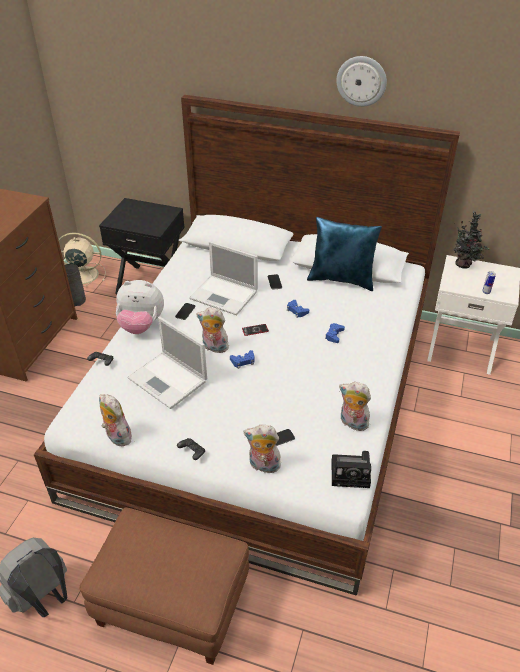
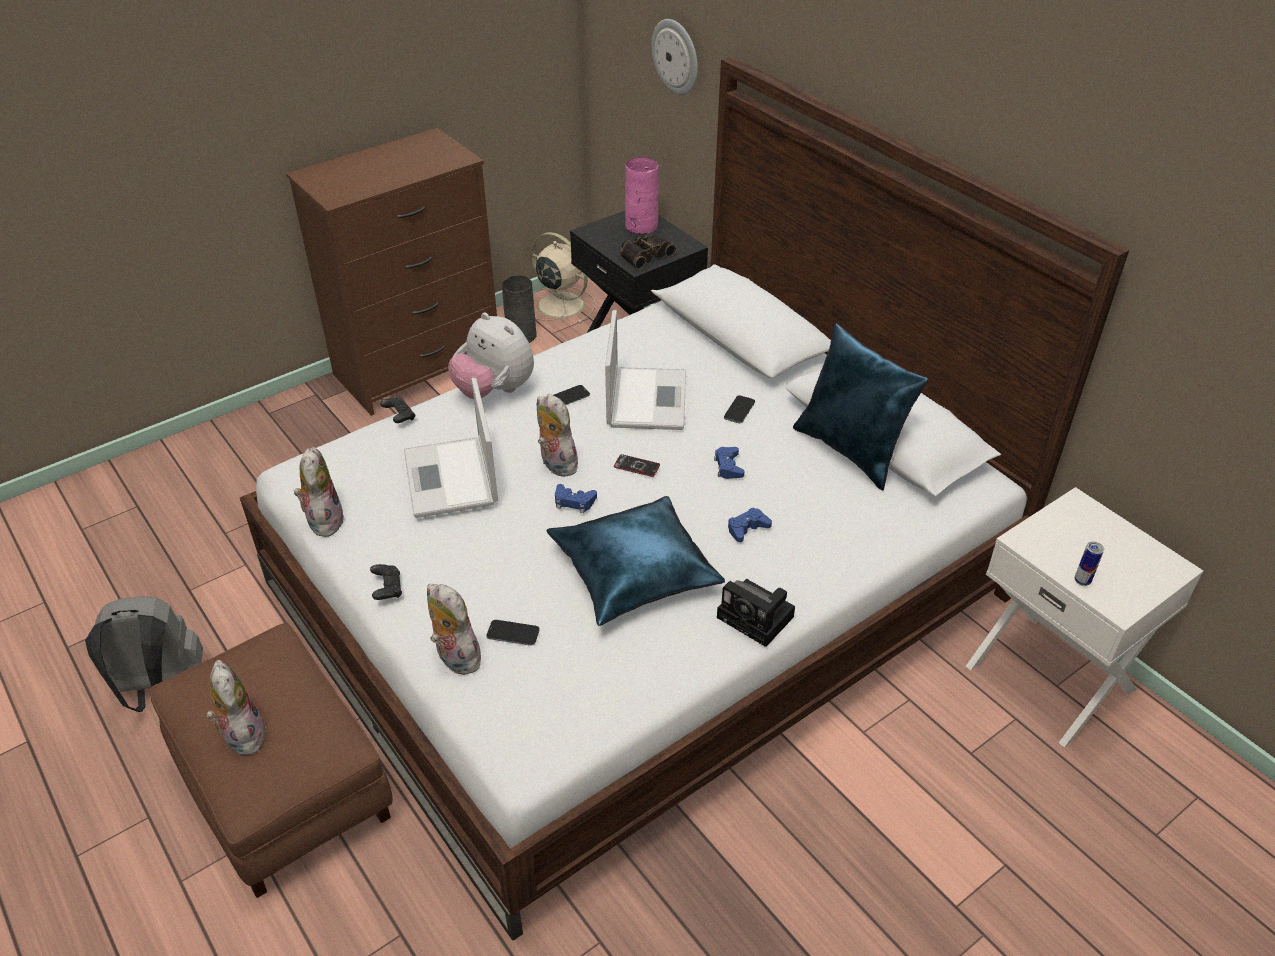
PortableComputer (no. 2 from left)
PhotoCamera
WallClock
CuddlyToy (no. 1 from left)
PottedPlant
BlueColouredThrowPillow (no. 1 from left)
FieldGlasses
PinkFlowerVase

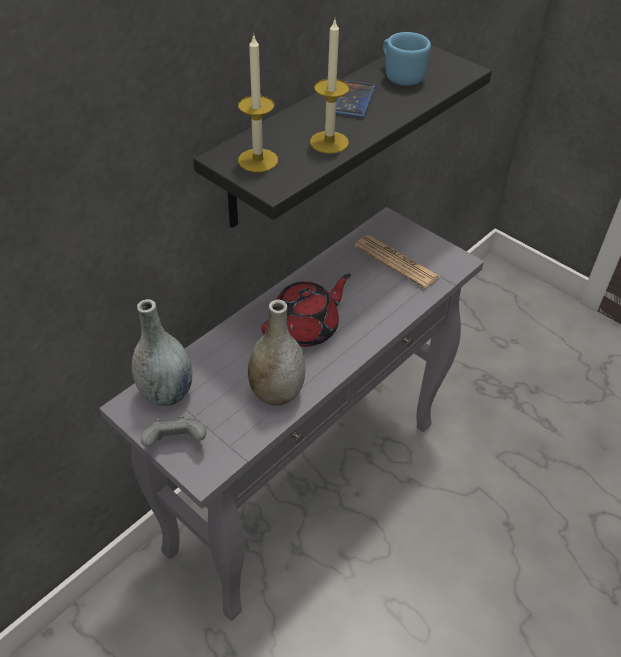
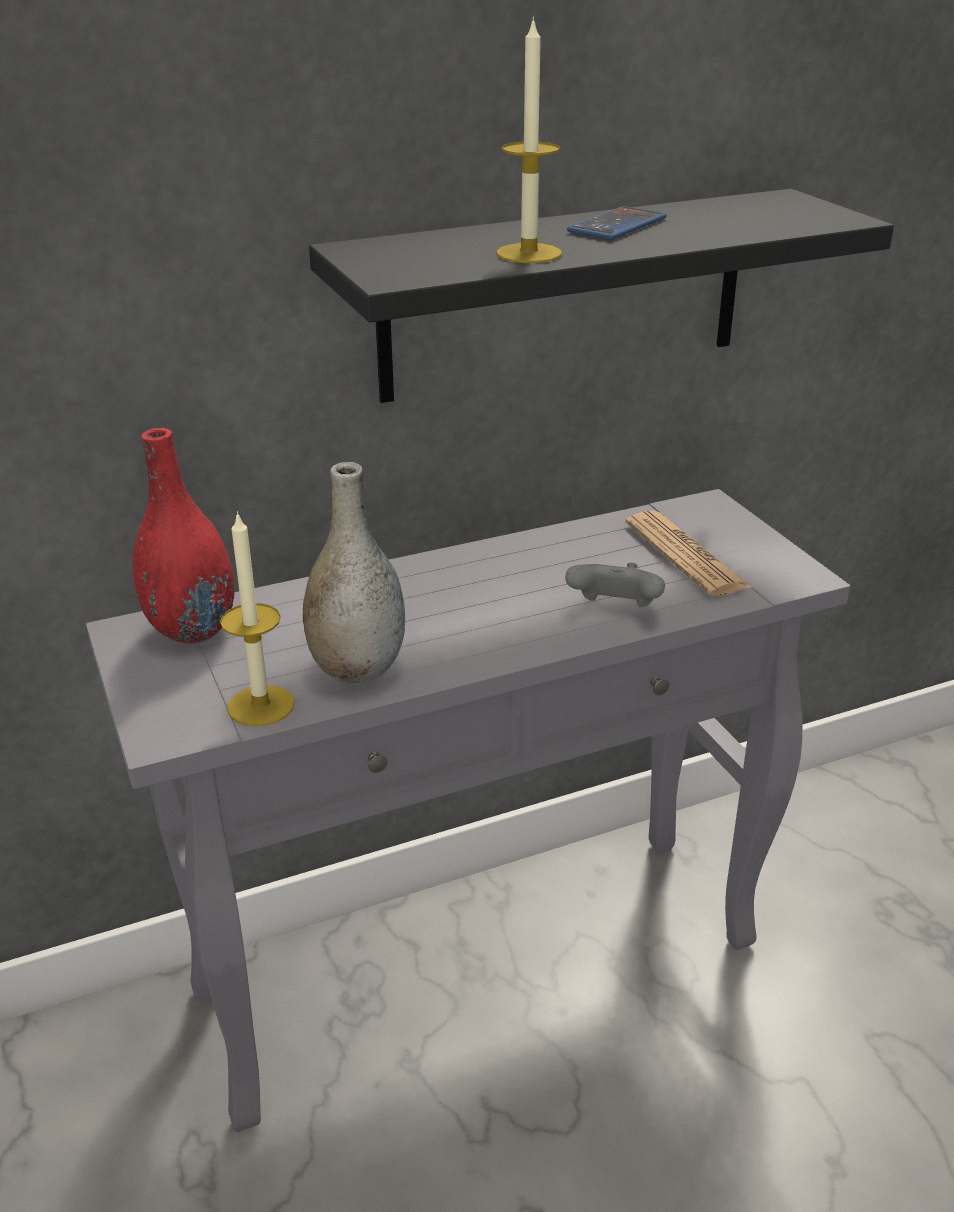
ReddishFlowerVase
GrayGameController
WaxCandle (no. 1 from left)
ReddishTeaPot
BlueColouredTeaMug

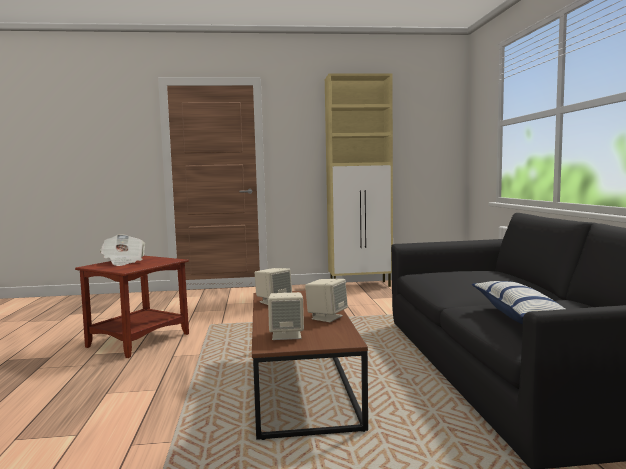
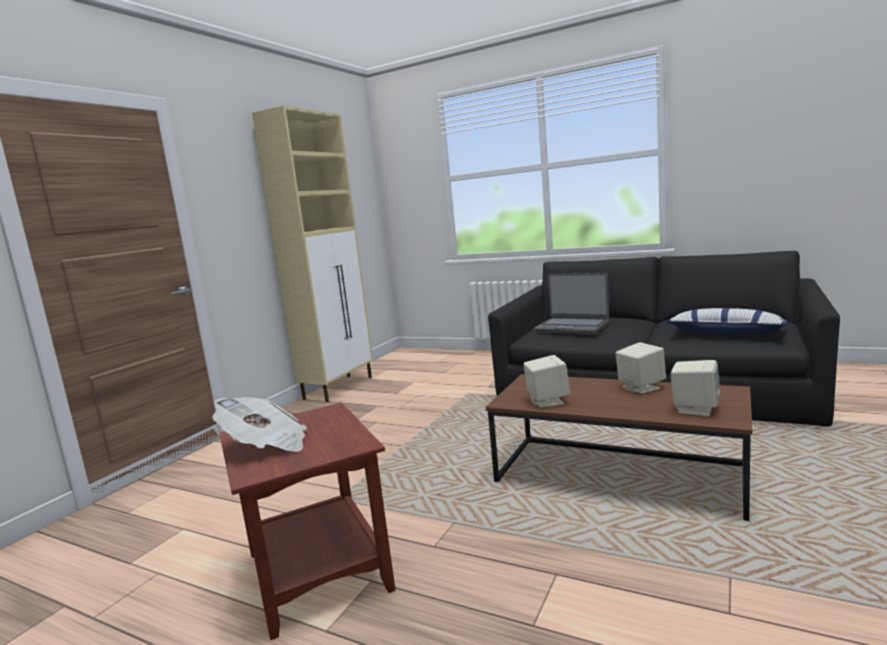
PortableComputer

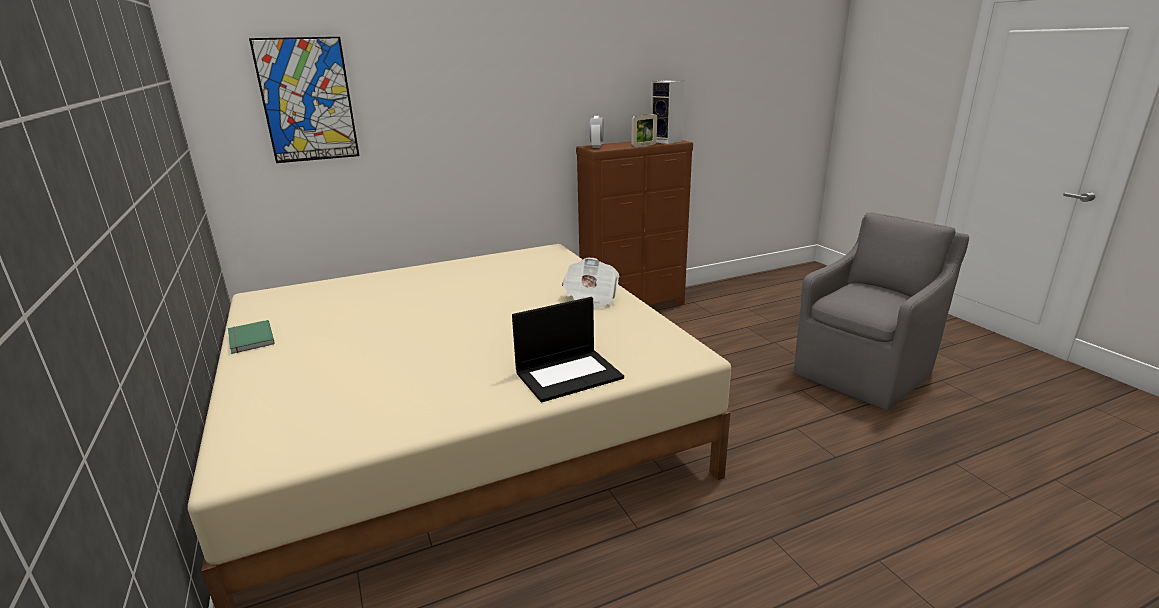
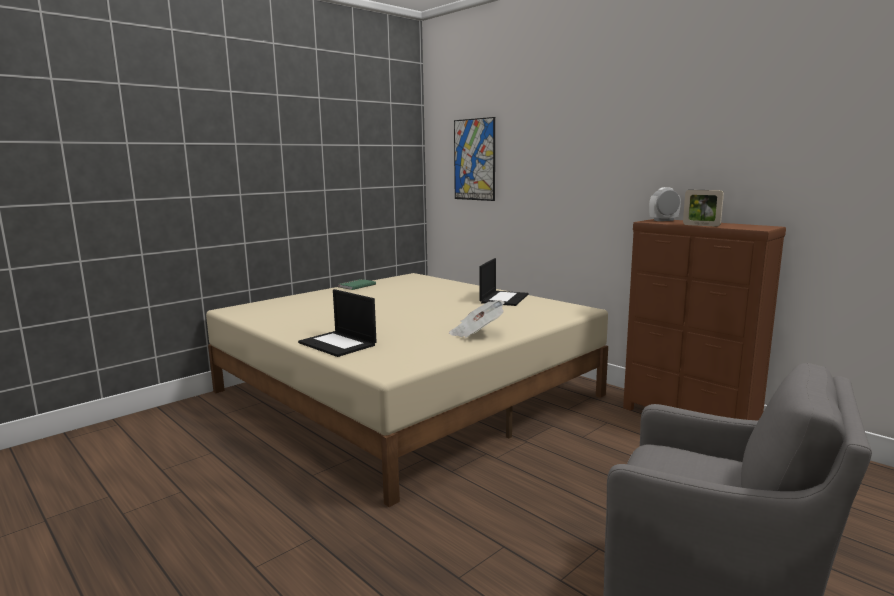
AudioSpeaker
PortableComputer (no. 2 from left)

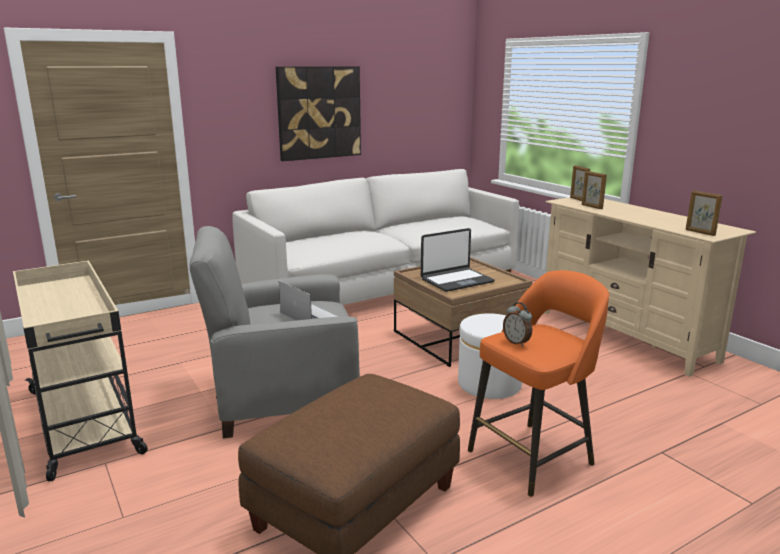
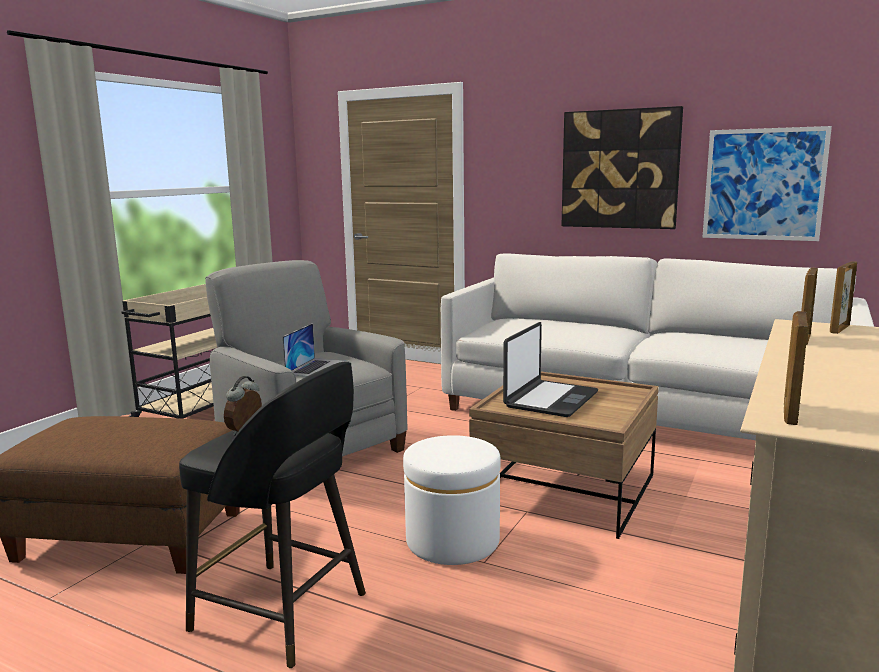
PortableComputer (no. 2 from left)
BlackishStool
WallArt (no. 2 from left)

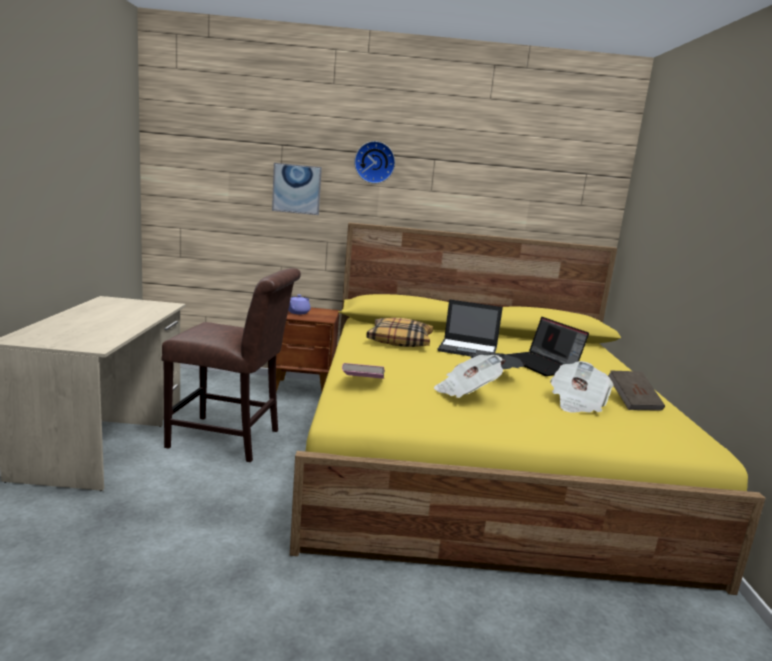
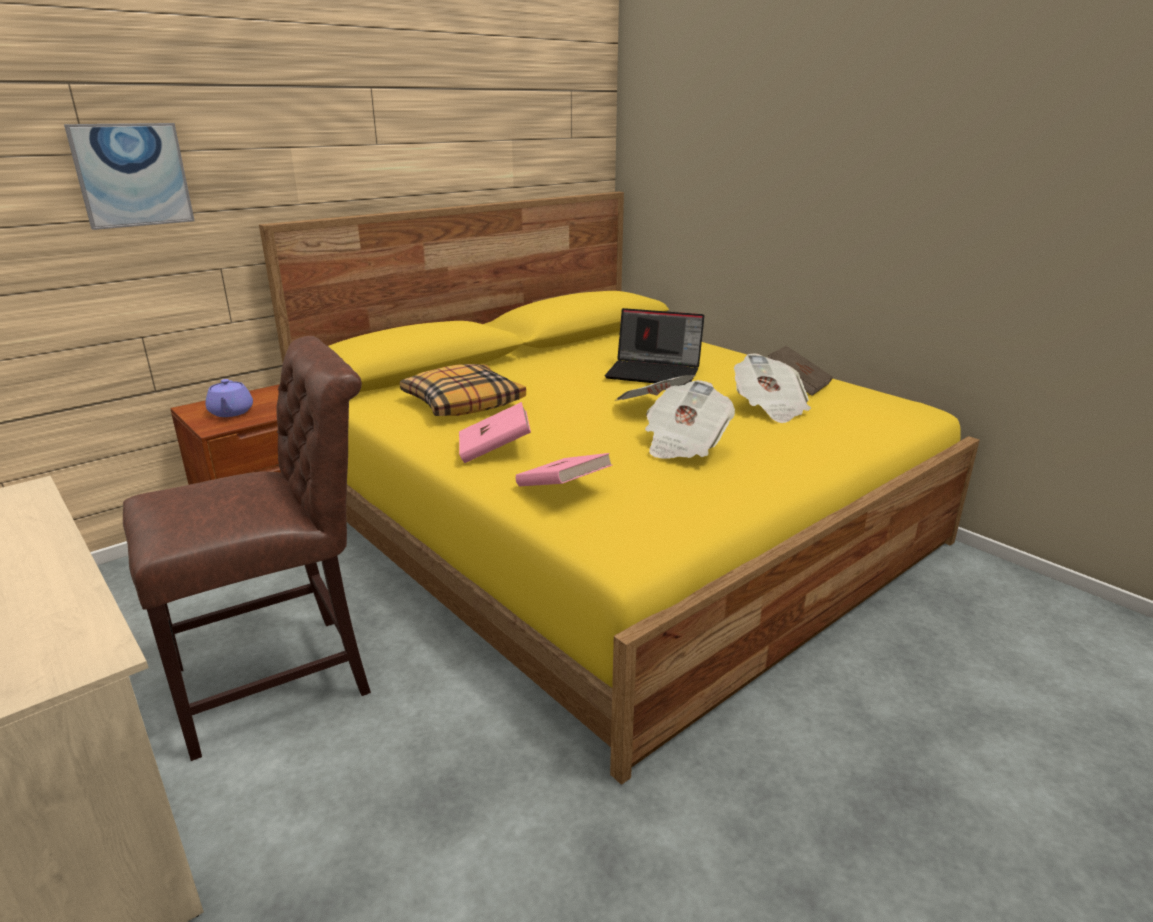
WallClock
PortableComputer (no. 1 from left in the first image)
PinkVolume (no. 1 from left)

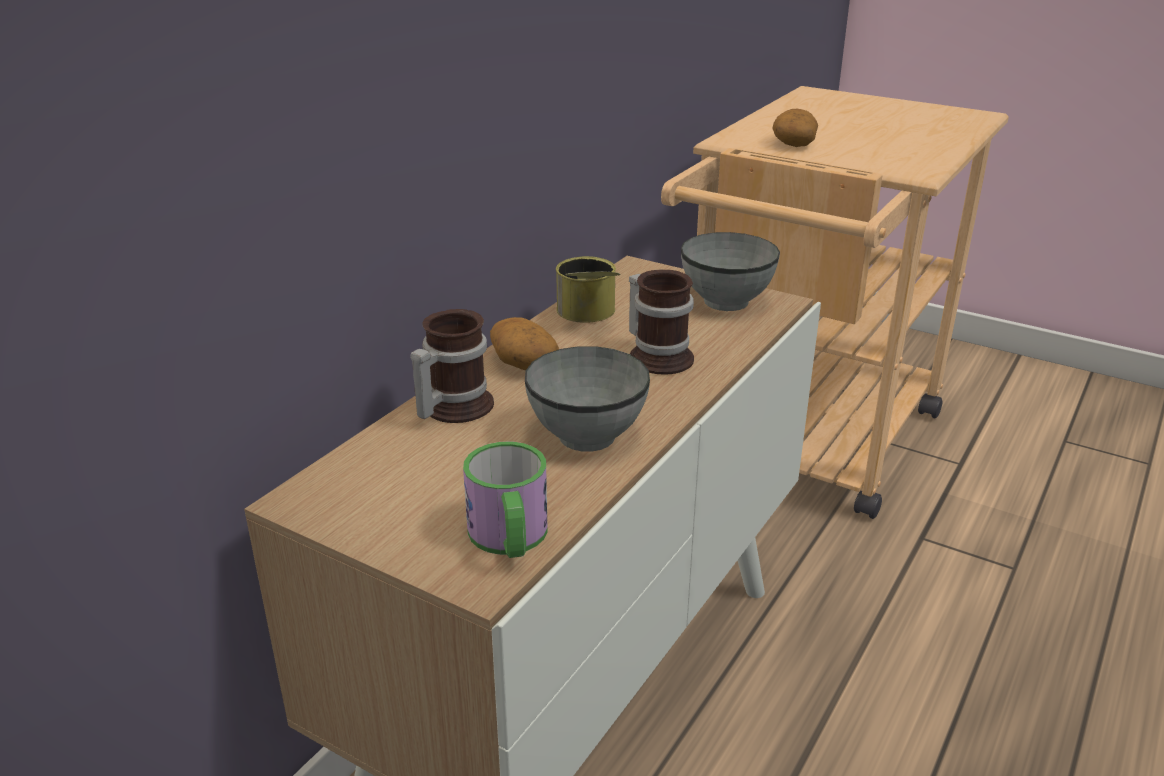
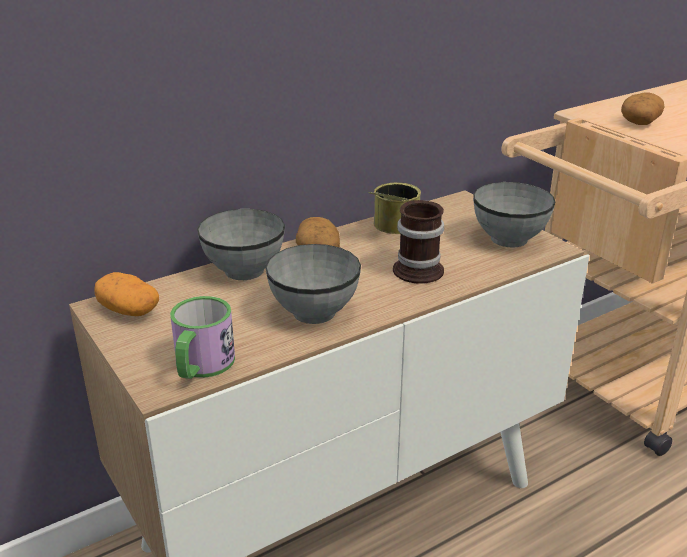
GrayBowl (no. 1 from left)
Spud (no. 1 from left)

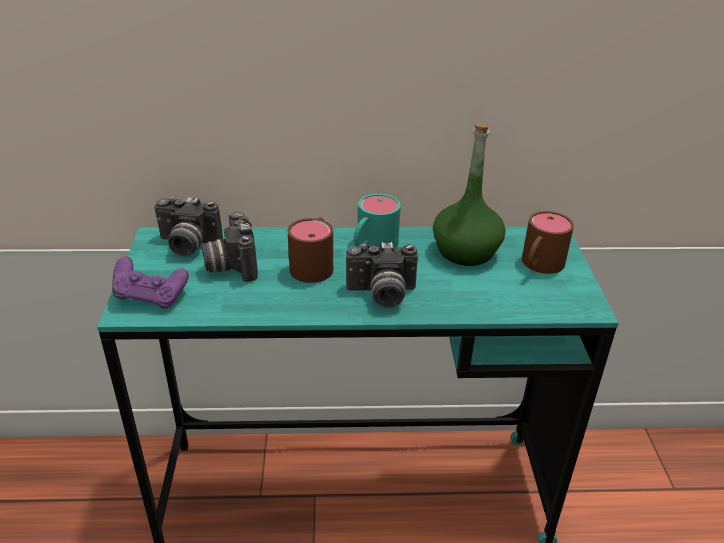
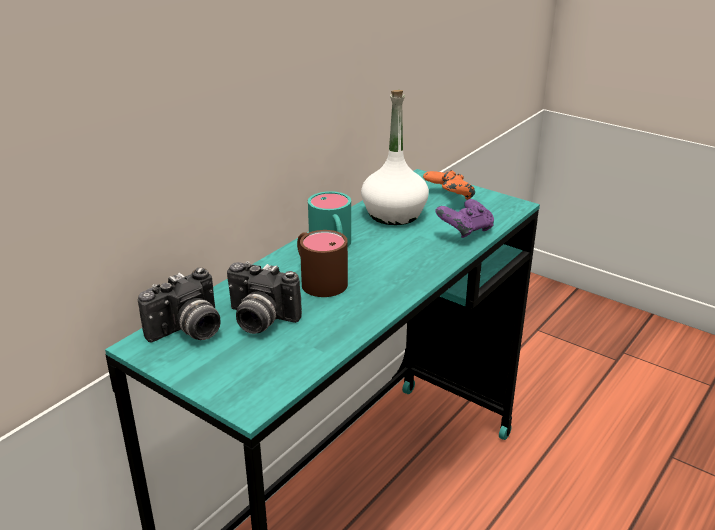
PurpleColouredGameController
PhotoCamera (no. 3 from left in the first image)
WhiteDrinkBottle
OrangeColouredGameController

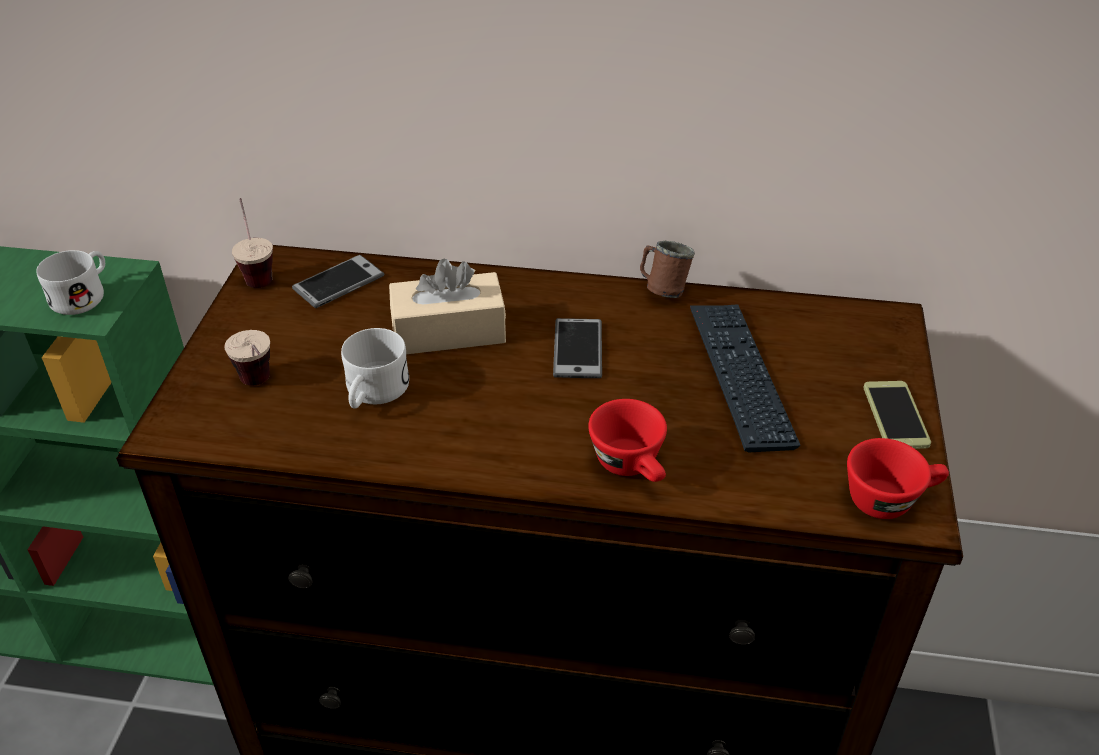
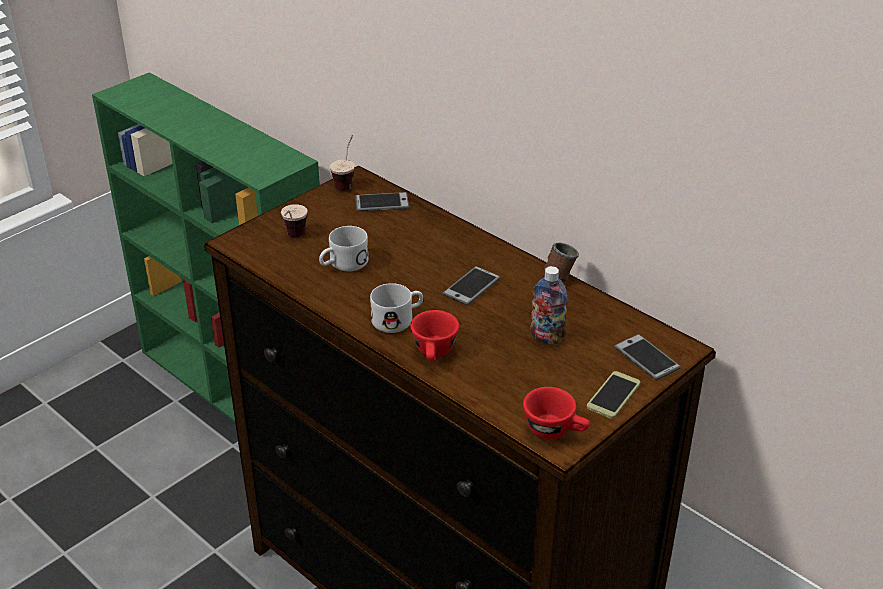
WhiteTeaMug (no. 2 from left)
BeigeColouredBoxOfTissues
DrinkBottle
Telephone (no. 4 from left)

